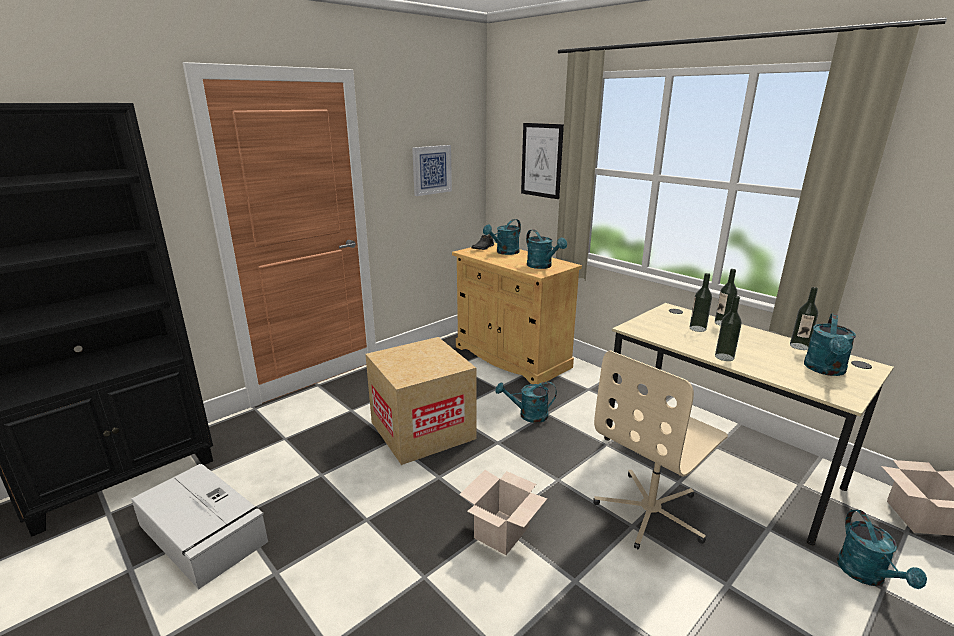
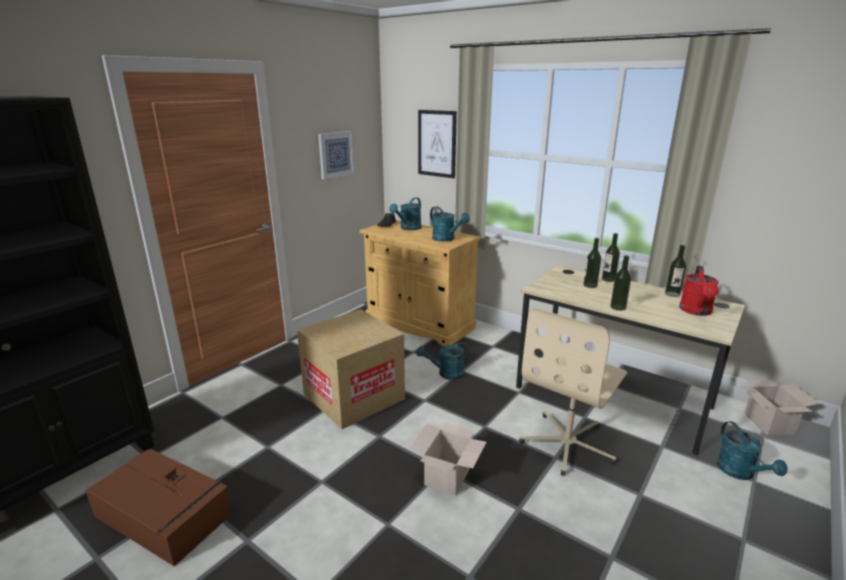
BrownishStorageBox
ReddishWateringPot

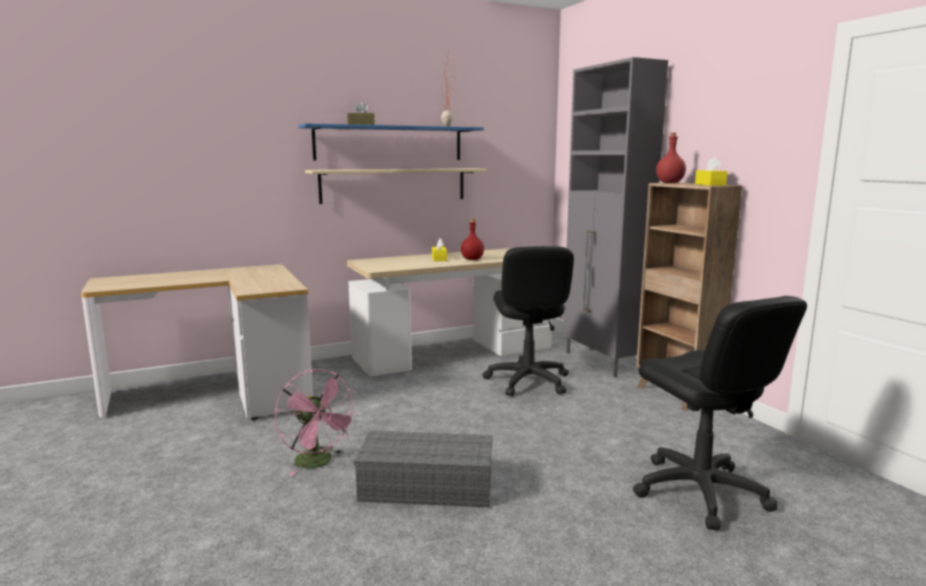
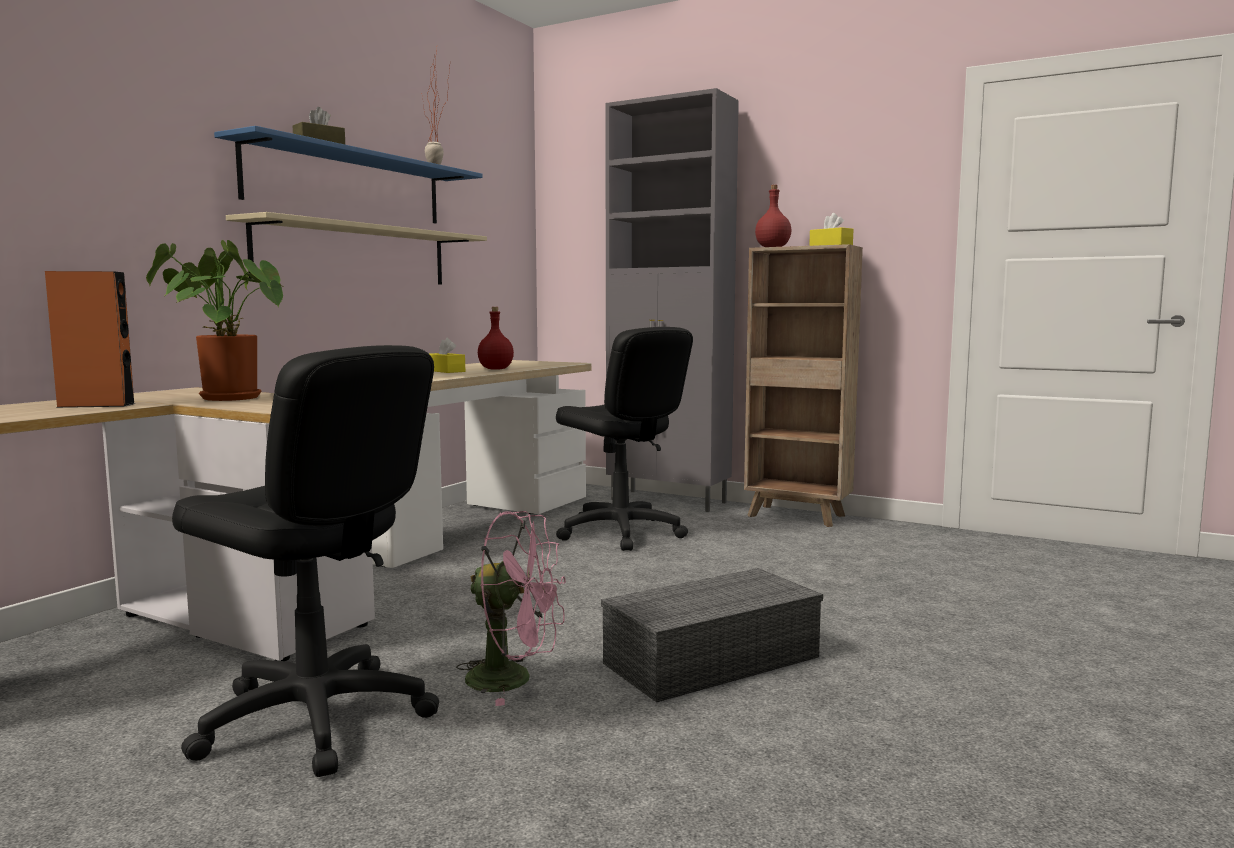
BlackishComputerChair (no. 1 from left)
OrangeColouredAudioSpeaker
PottedPlant (no. 1 from left)

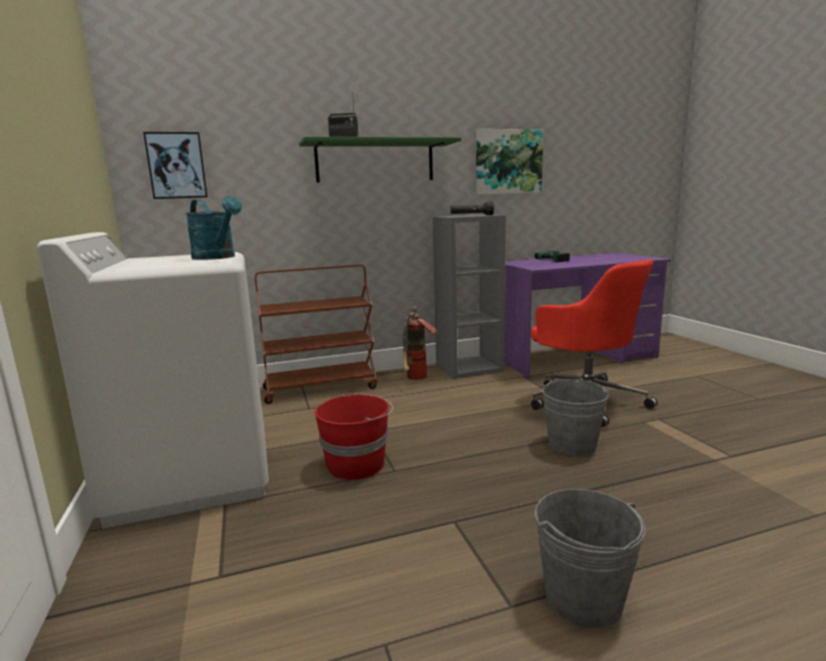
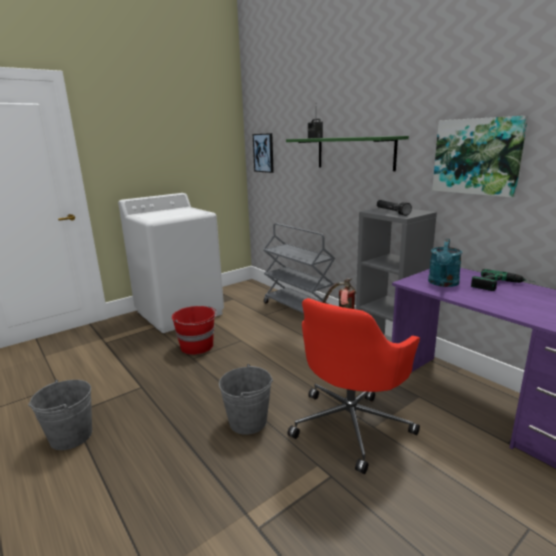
BlueGreenWateringPot
GrayWheeledCart

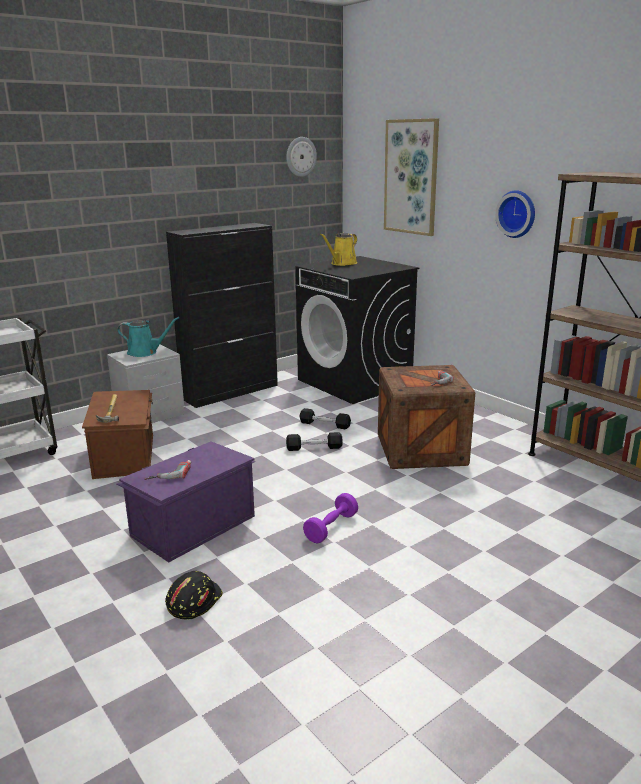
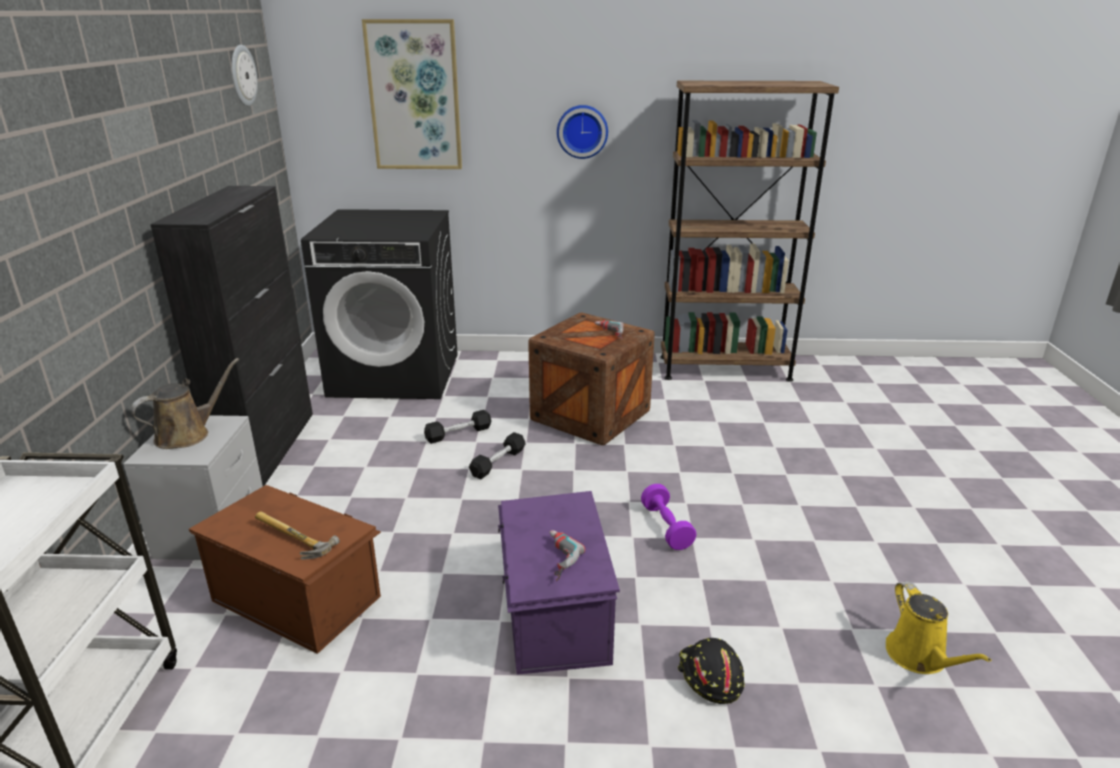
BrownishWateringPot
YellowishWateringPot

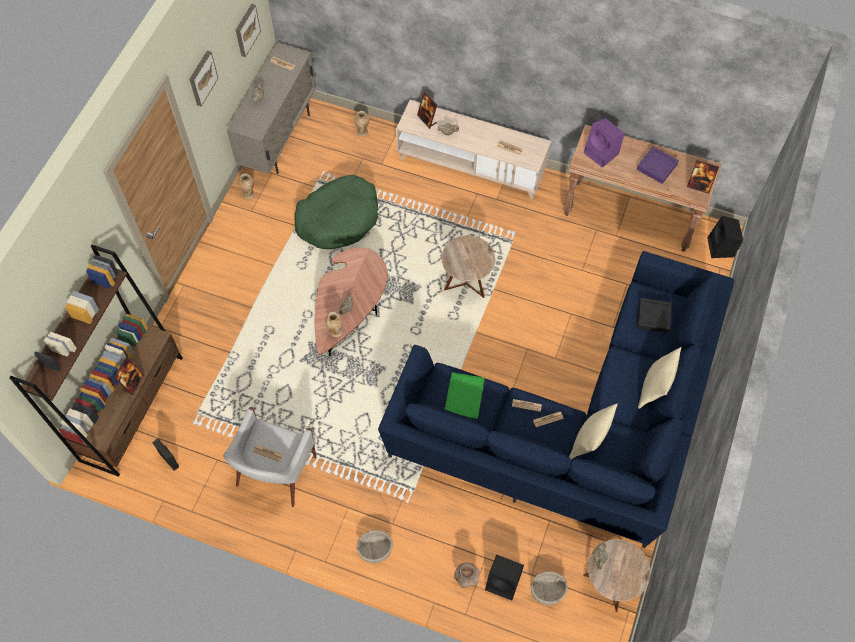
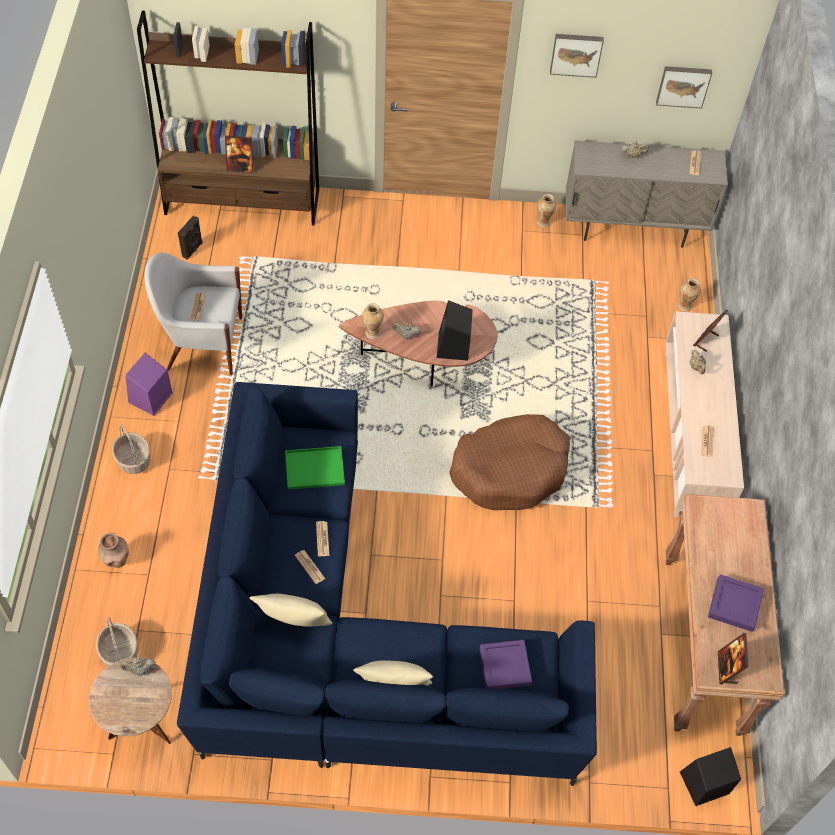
GreenishPetBed
BrownishPetBed
BlackishAudioSpeaker (no. 2 from left)
PurpleColouredAudioSpeaker
PurpleColouredCarryingTray (no. 1 from left)

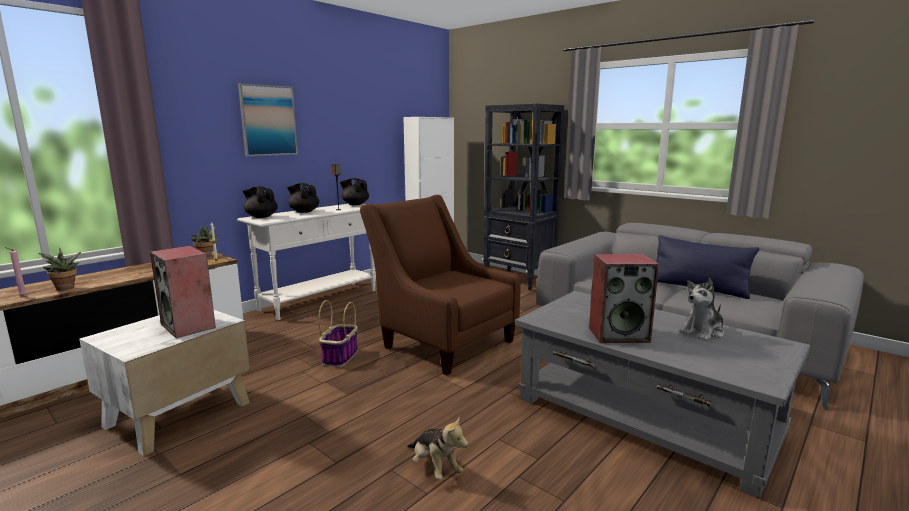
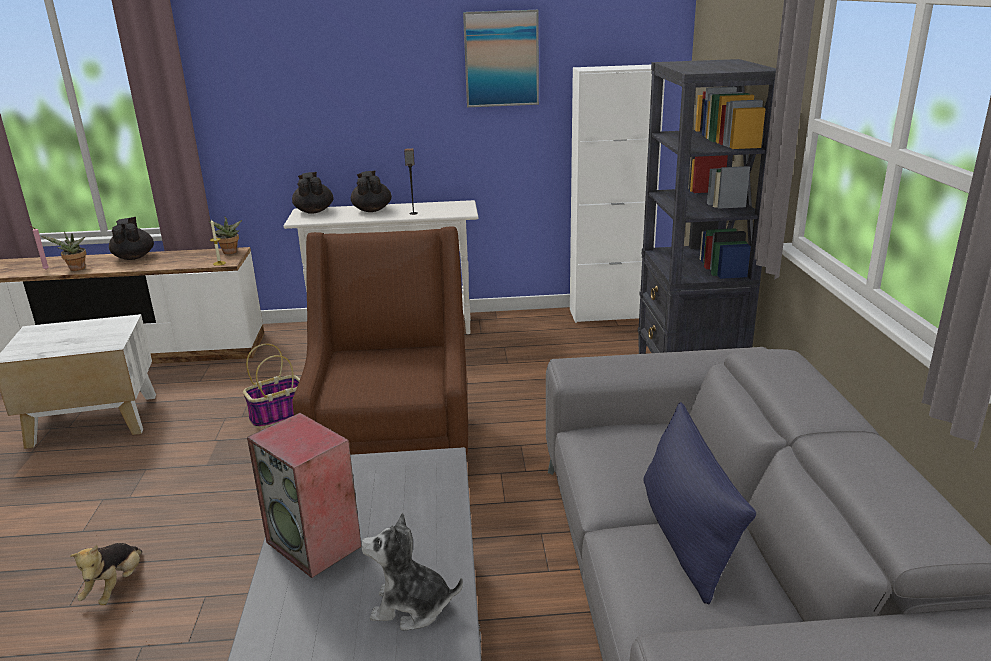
AudioSpeaker (no. 1 from left in the first image)
WallArt
BlackishTeaPot (no. 1 from left)

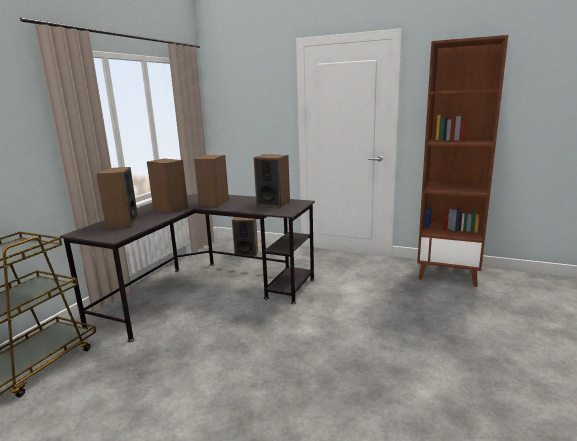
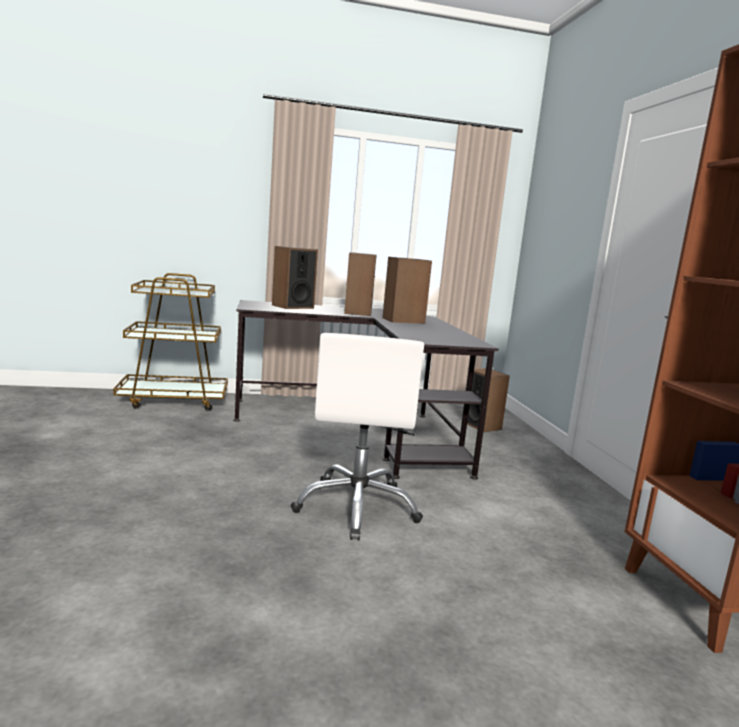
AudioSpeaker (no. 5 from left in the first image)
WhiteComputerChair

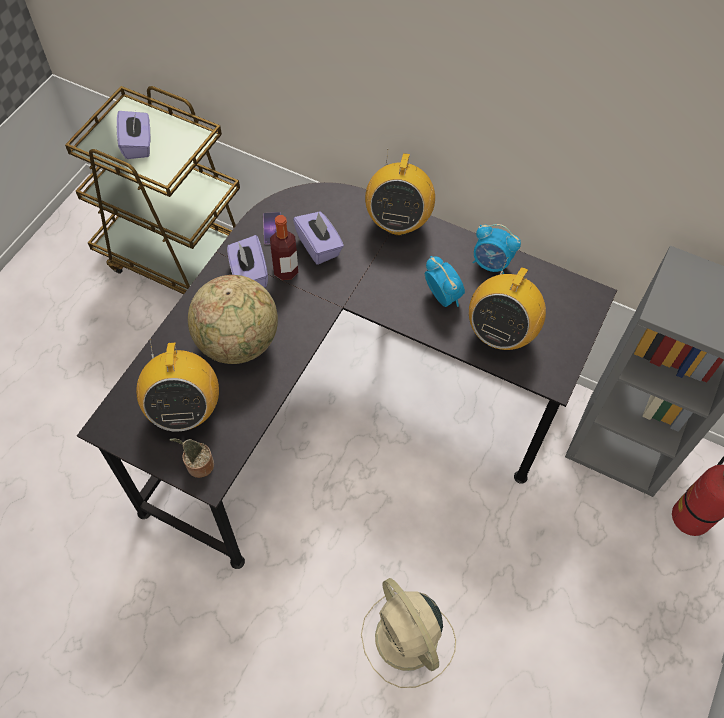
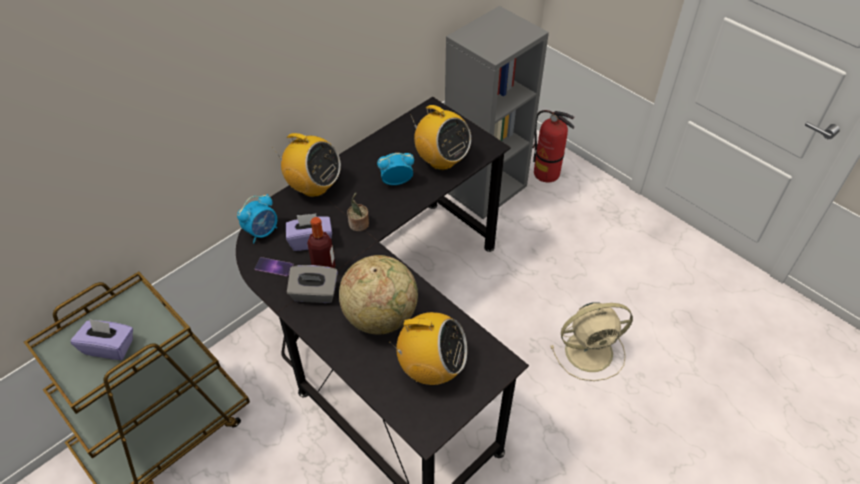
PottedPlant
GrayBoxOfTissues
AlarmClock (no. 1 from left)

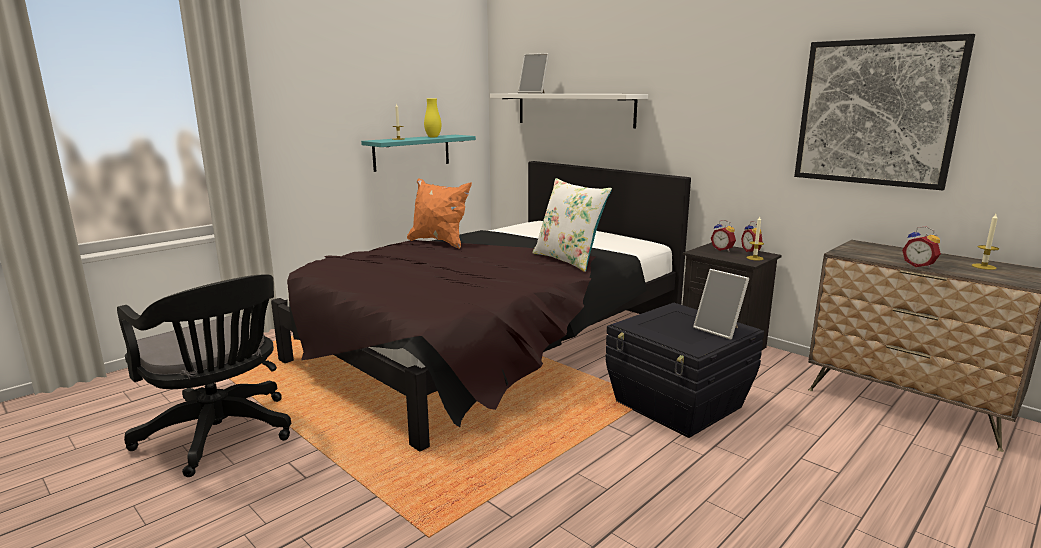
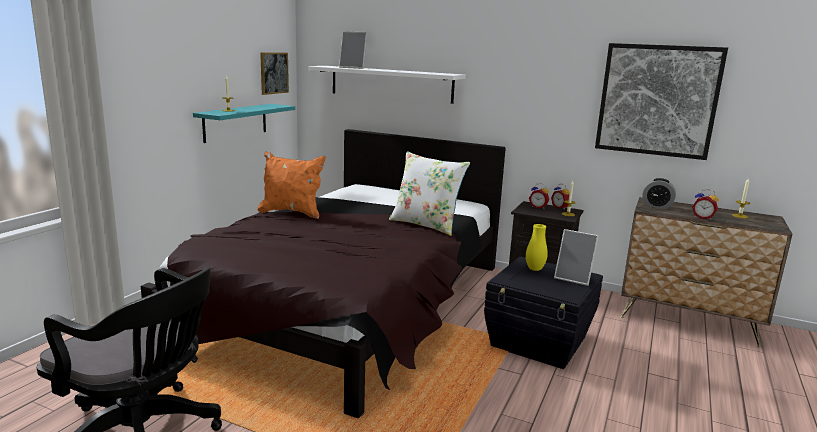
YellowishFlowerVase
WallArt (no. 1 from left)
AlarmClock (no. 3 from left)

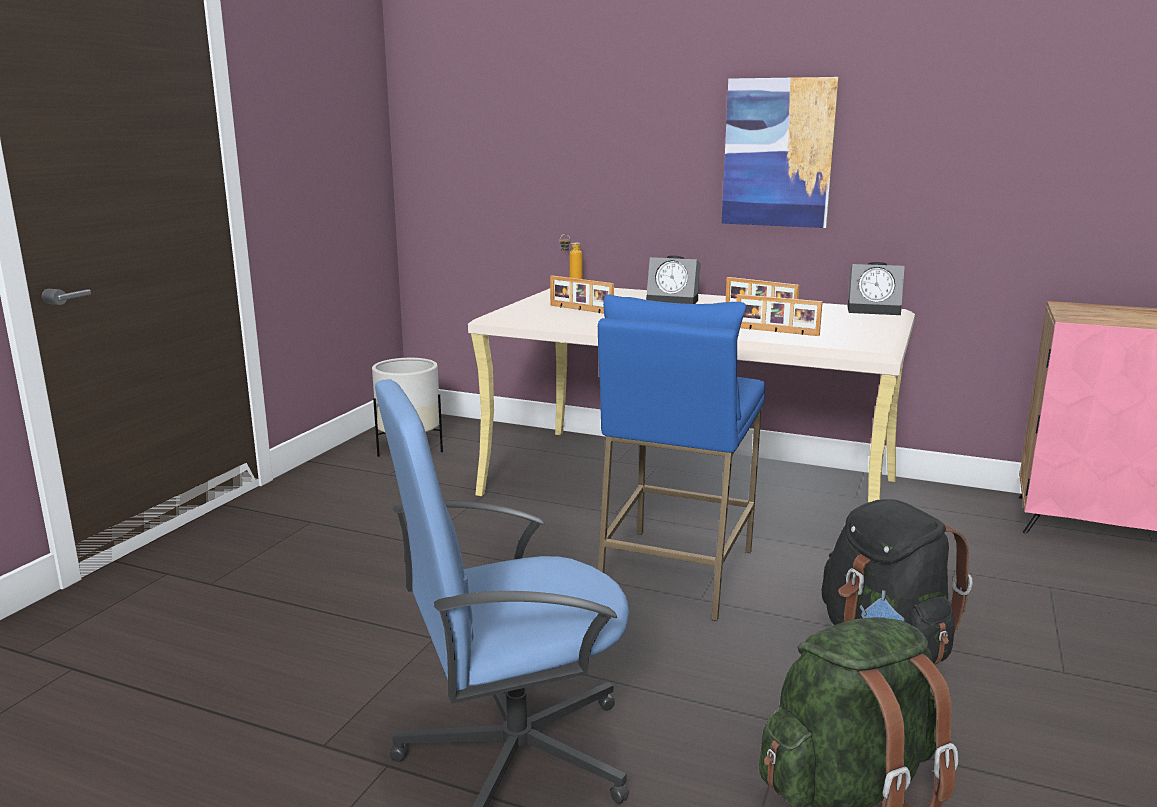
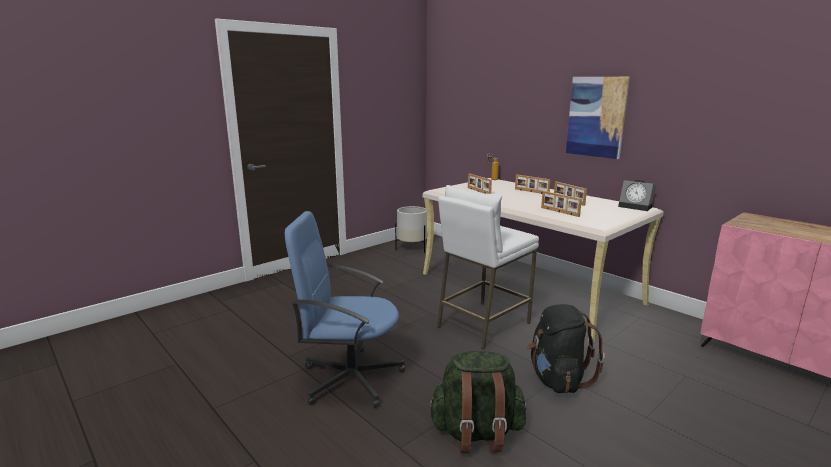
WhiteStool
PictureFrame (no. 2 from left)

